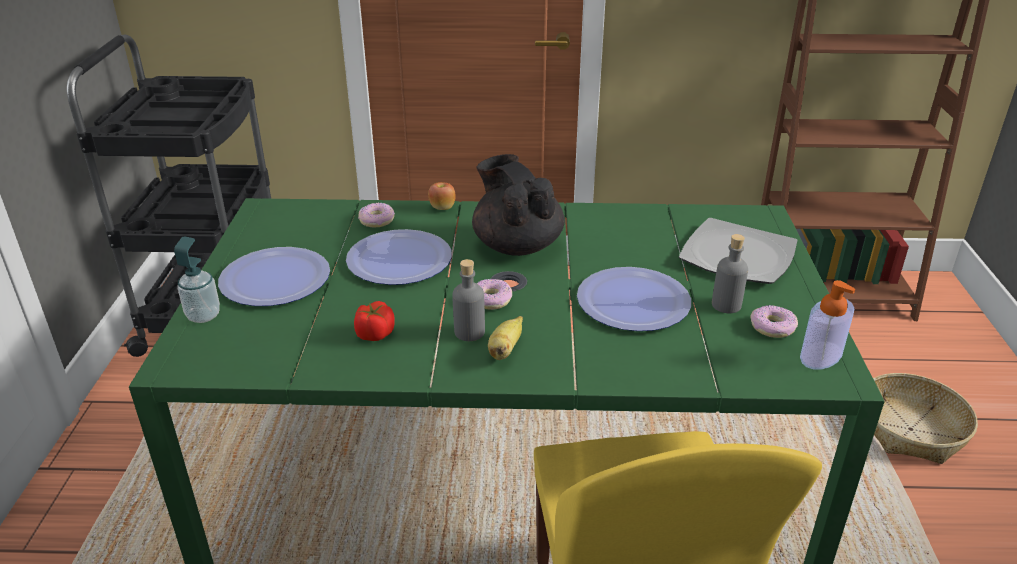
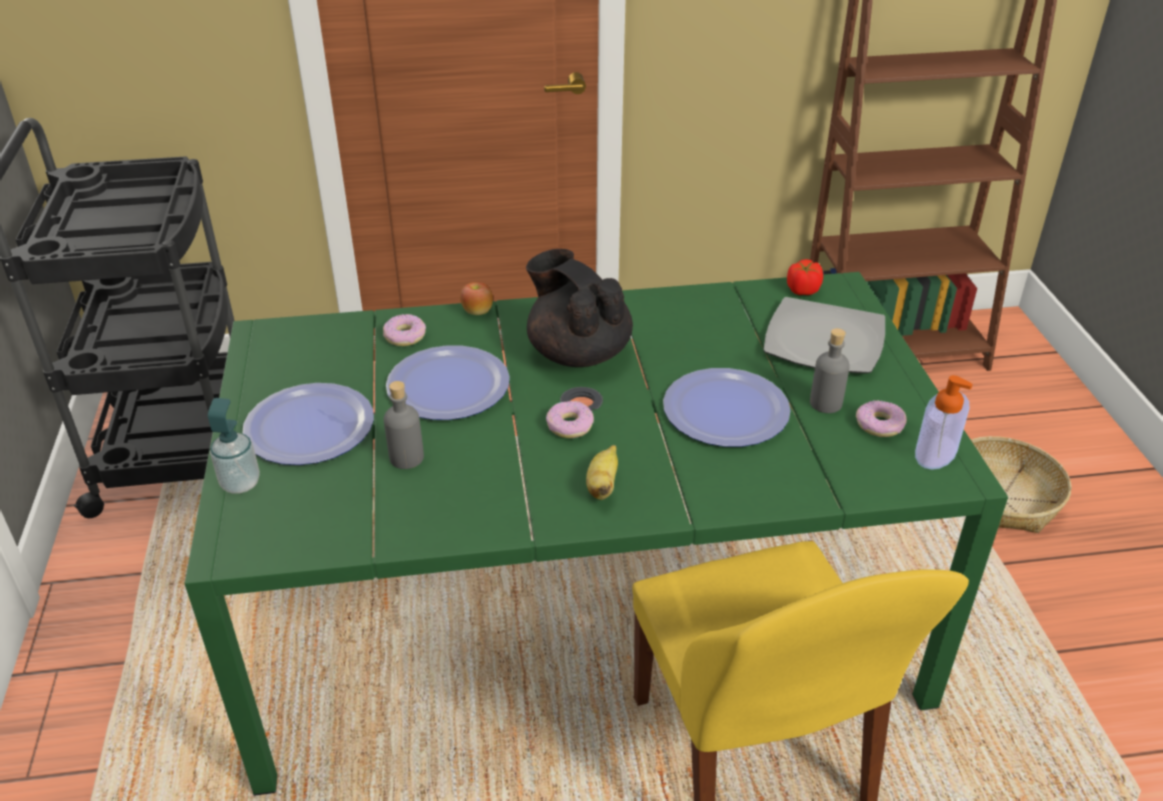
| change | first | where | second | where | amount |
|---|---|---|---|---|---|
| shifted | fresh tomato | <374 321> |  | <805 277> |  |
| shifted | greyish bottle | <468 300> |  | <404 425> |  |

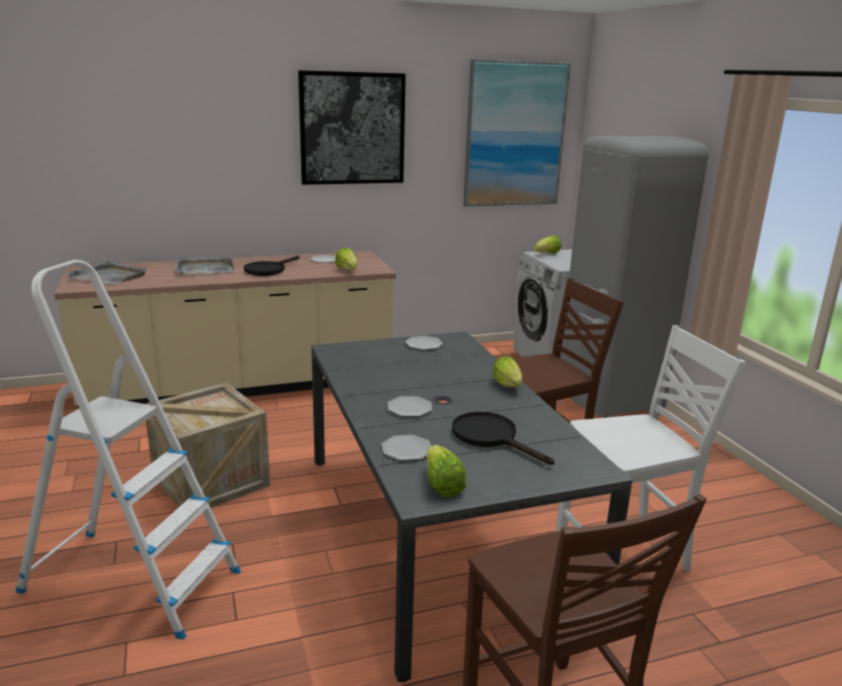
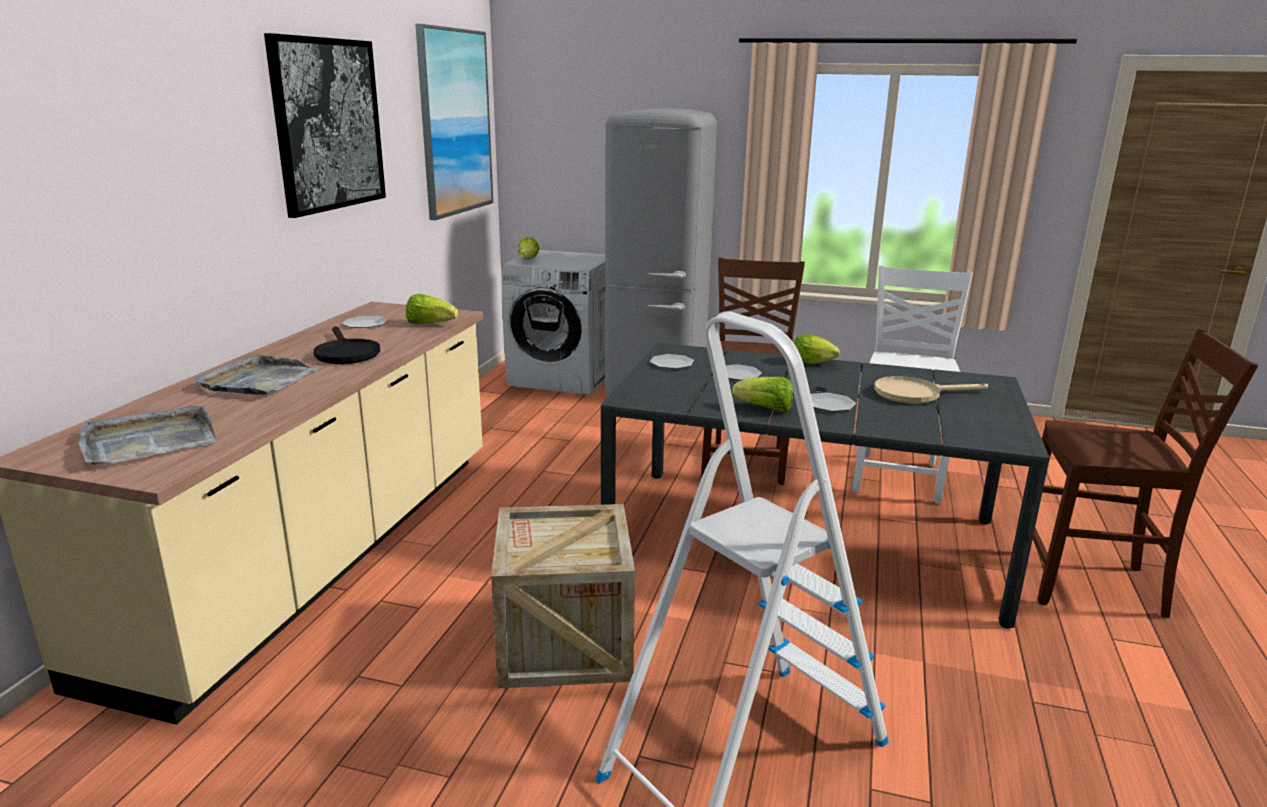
| change | first | where | second | where | amount |
|---|---|---|---|---|---|
| shifted | plate | <406 448> |  | <744 372> |  |
| shifted | head of lettuce | <446 471> |  | <763 394> |  |
| repainted | black-coloured pan | <503 438> | beige pan | <931 390> |  |

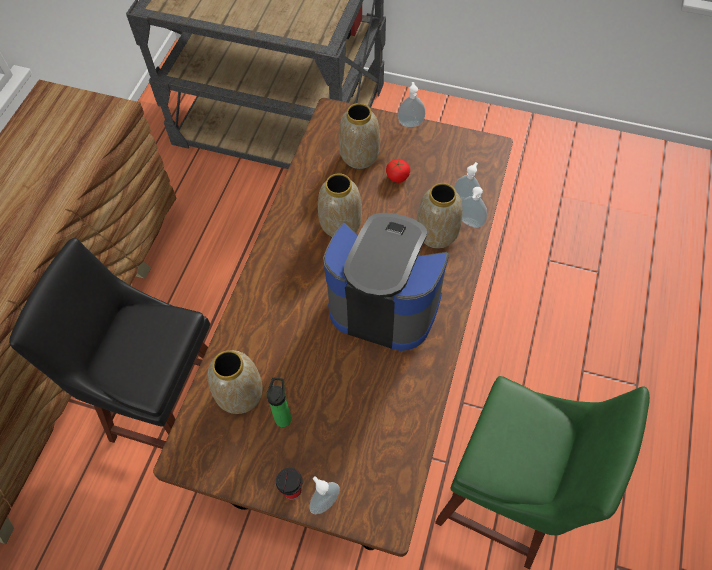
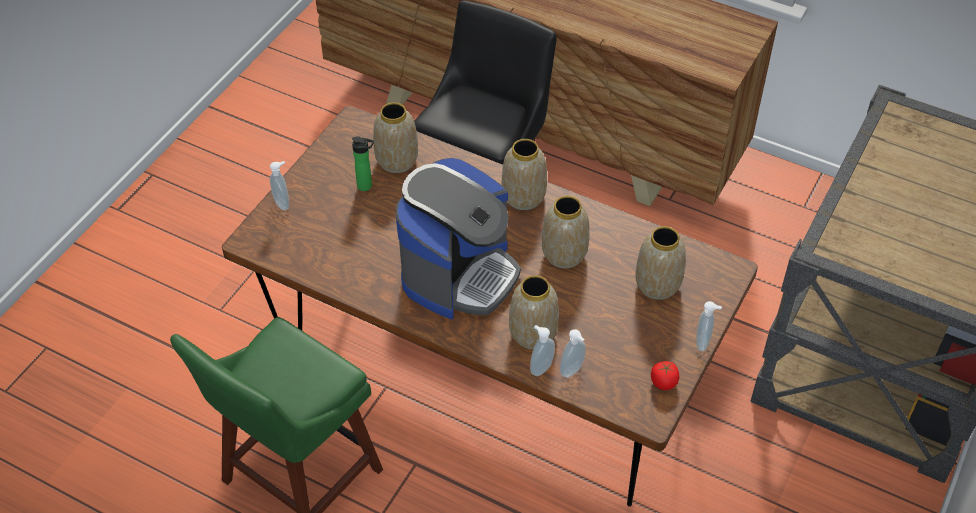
| change | first | where | second | where | amount |
|---|---|---|---|---|---|
| gone | cup | <289 483> |  |  |  |
| new |  |  | vase | <524 174> |  |
| shifted | fresh tomato | <398 171> |  | <665 375> |  |

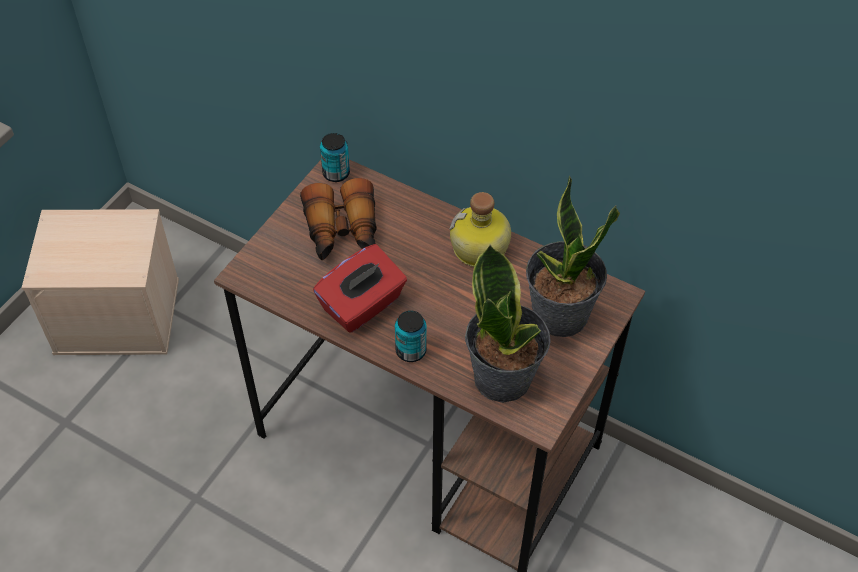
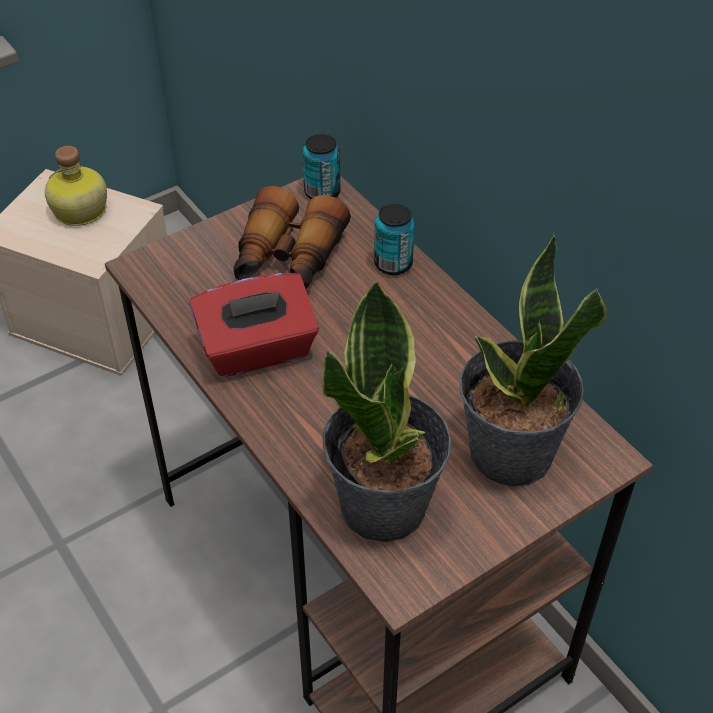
| change | first | where | second | where | amount |
|---|---|---|---|---|---|
| shifted | metal can | <410 336> |  | <394 239> |  |
| shifted | bottle | <480 229> |  | <76 186> |  |

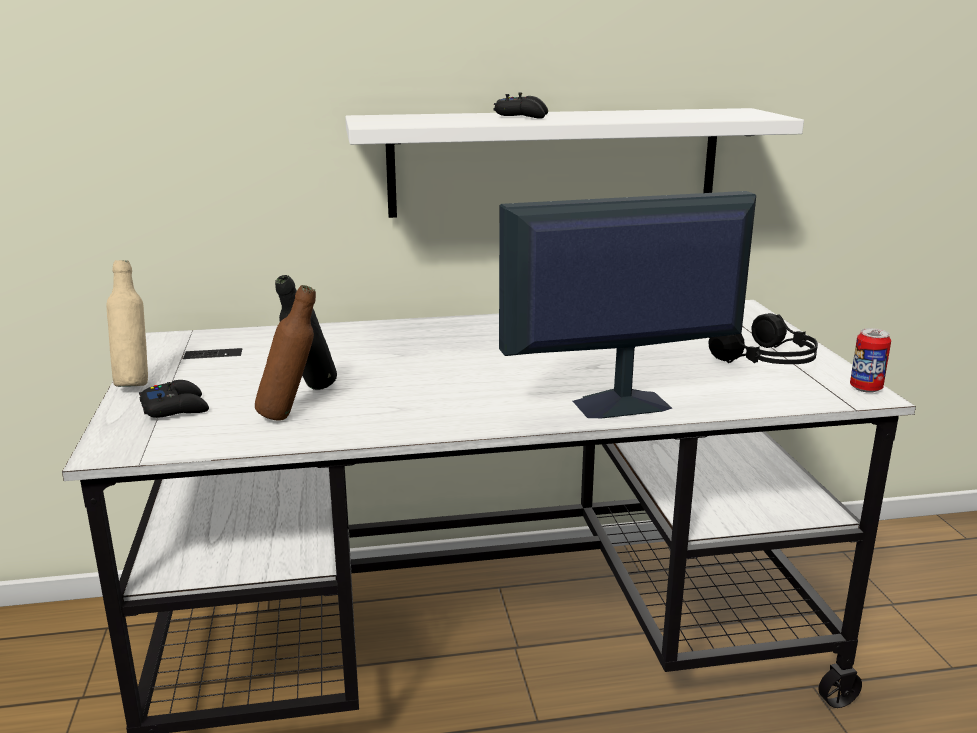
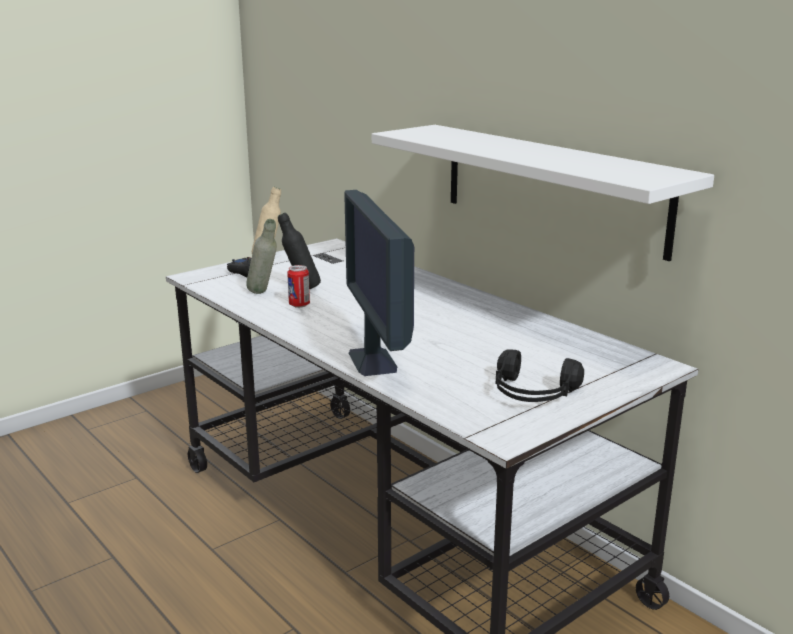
| change | first | where | second | where | amount |
|---|---|---|---|---|---|
| gone | black-coloured game controller | <521 105> |  |  |  |
| shifted | metal can | <870 360> |  | <298 286> |  |
| repainted | brown-coloured bottle | <285 353> | greyish bottle | <261 256> |  |
| rotated | monitor | <627 304> |  | <379 283> | 150 degrees counterclockwise |

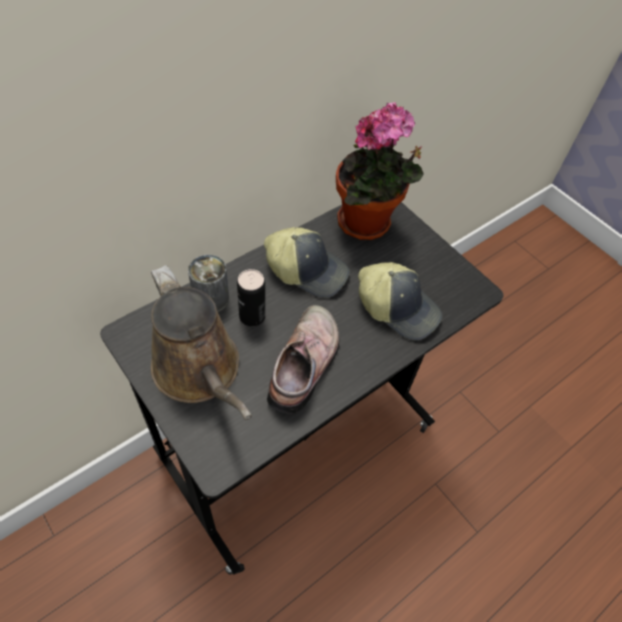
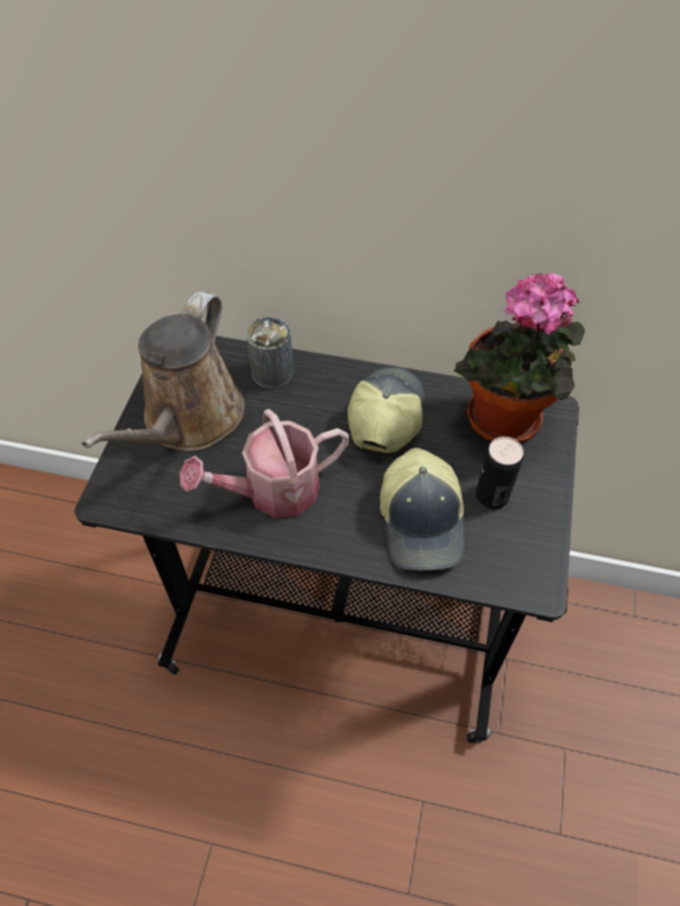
| change | first | where | second | where | amount |
|---|---|---|---|---|---|
| shifted | metal can | <251 297> |  | <499 473> |  |
| swapped | low shoe | <303 359> | sprinkling can | <264 463> |  |
| rotated | cap | <307 262> |  | <386 410> | 150 degrees counterclockwise |

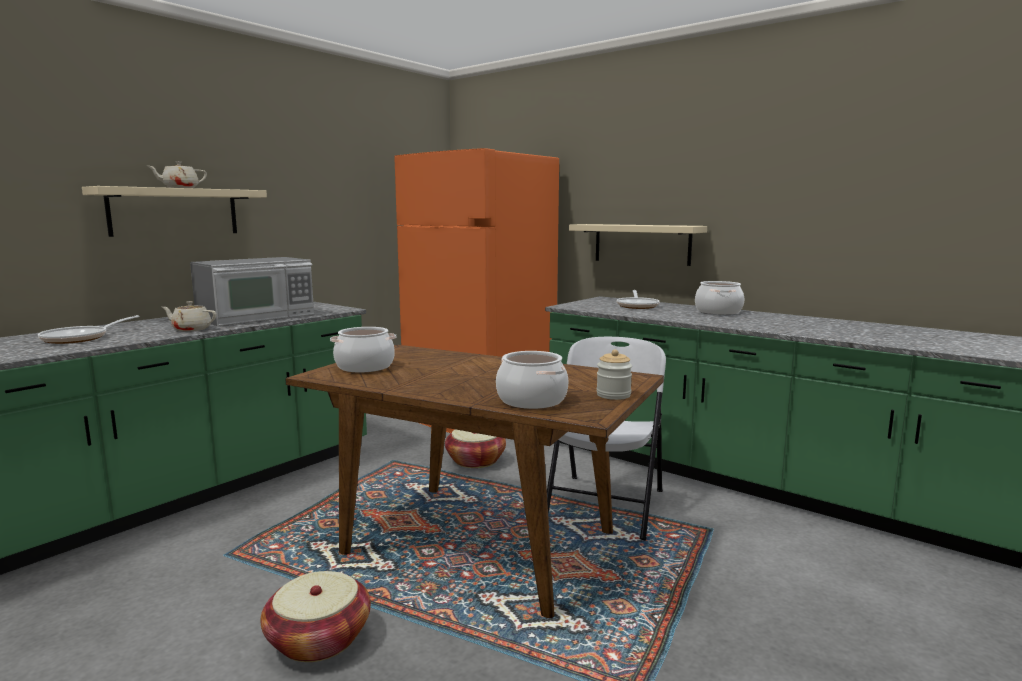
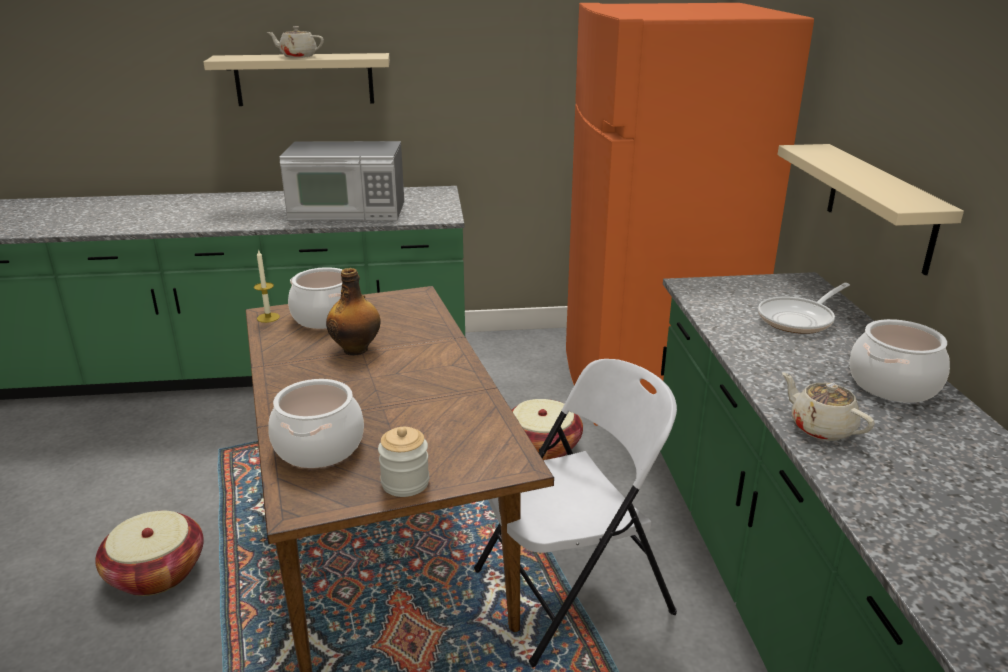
| change | first | where | second | where | amount |
|---|---|---|---|---|---|
| gone | pan | <89 329> |  |  |  |
| new |  |  | wax light | <267 286> |  |
| new |  |  | bottle | <353 311> |  |
| shifted | beige teapot | <189 316> |  | <828 406> |  |

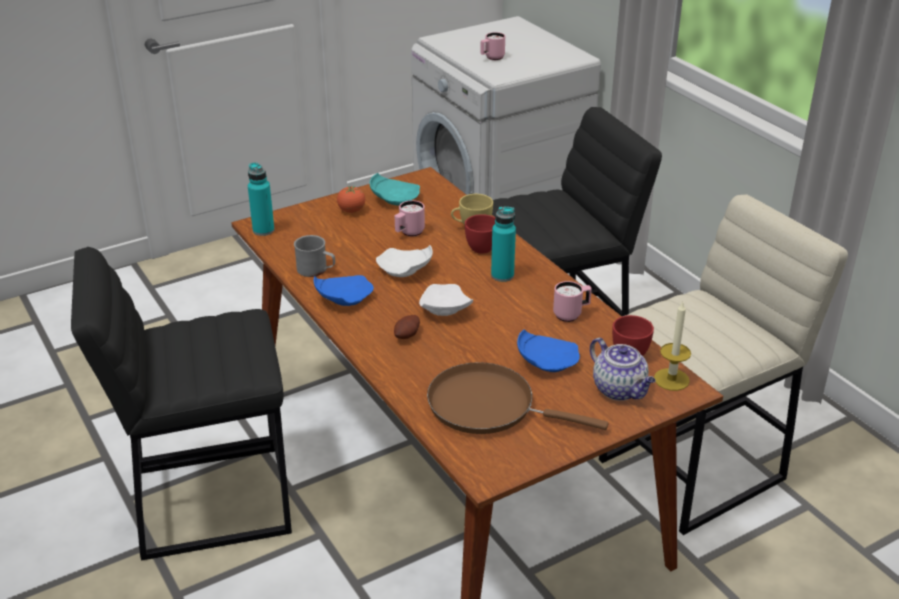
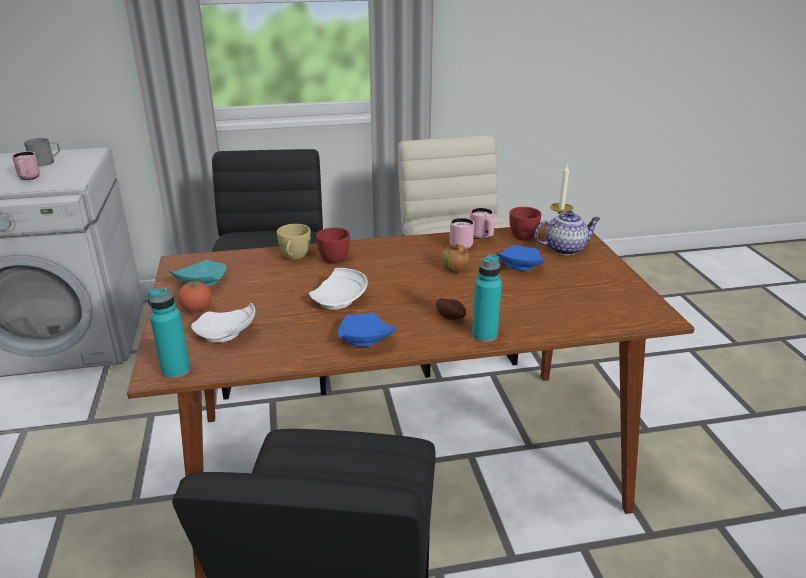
| change | first | where | second | where | amount |
|---|---|---|---|---|---|
| gone | brown-coloured pan | <517 398> |  |  |  |
| new |  |  | apple fruit | <455 258> |  |
| shifted | greyish tea mug | <314 256> |  | <42 152> |  |
| shifted | pink tea mug | <410 218> |  | <482 224> |  |
| shifted | white-coloured plate | <446 300> |  | <223 322> |  |
| shifted | turquoise-coloured bottle | <503 244> |  | <487 298> |  |

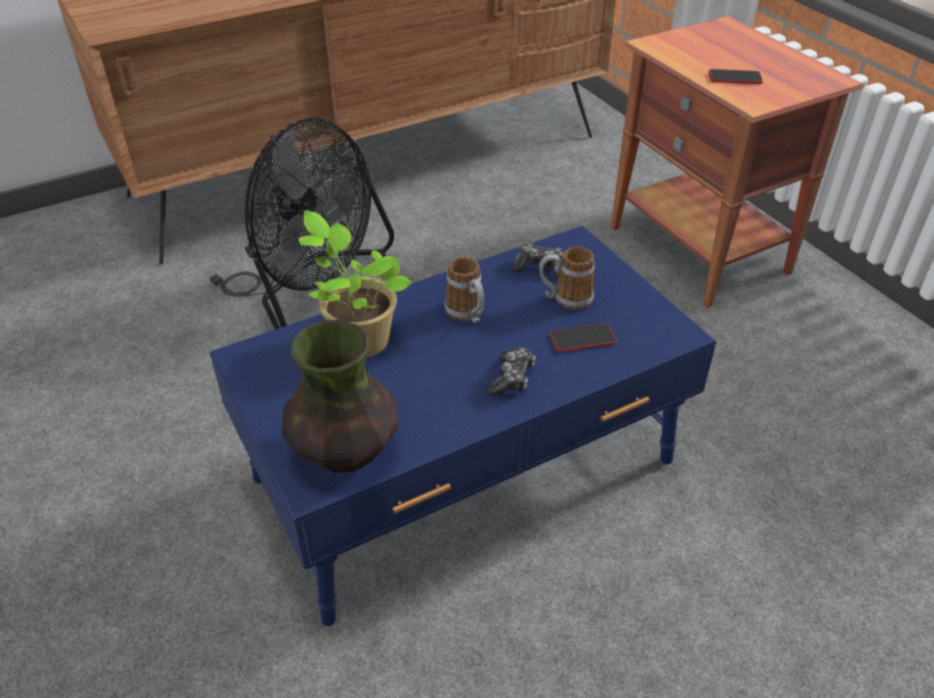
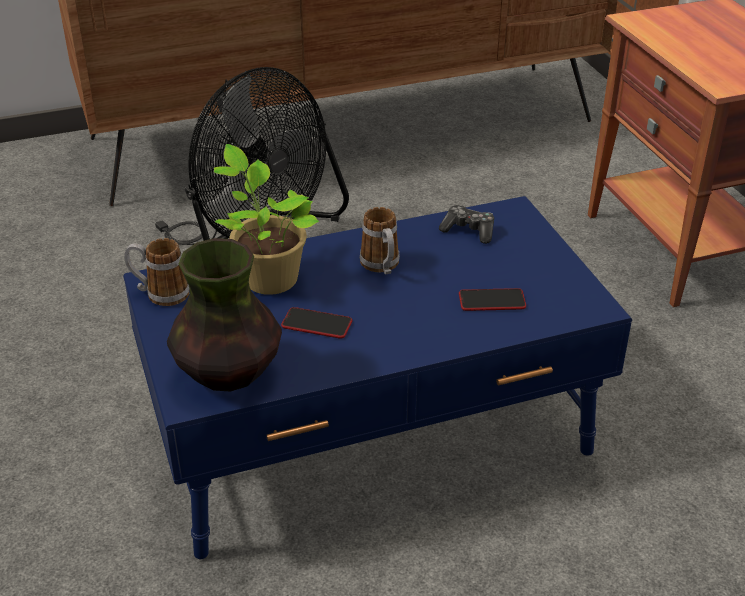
| change | first | where | second | where | amount |
|---|---|---|---|---|---|
| gone | game controller | <511 371> |  |  |  |
| shifted | tea mug | <567 278> |  | <157 272> |  |
| shifted | telephone | <736 76> |  | <316 323> |  |

